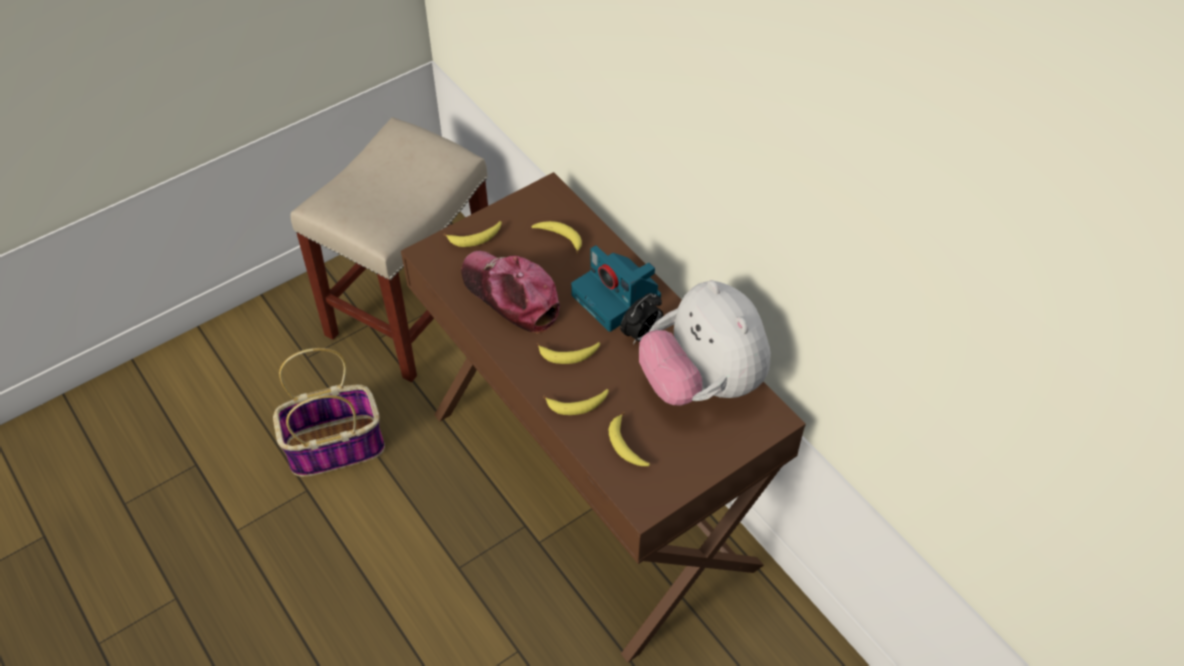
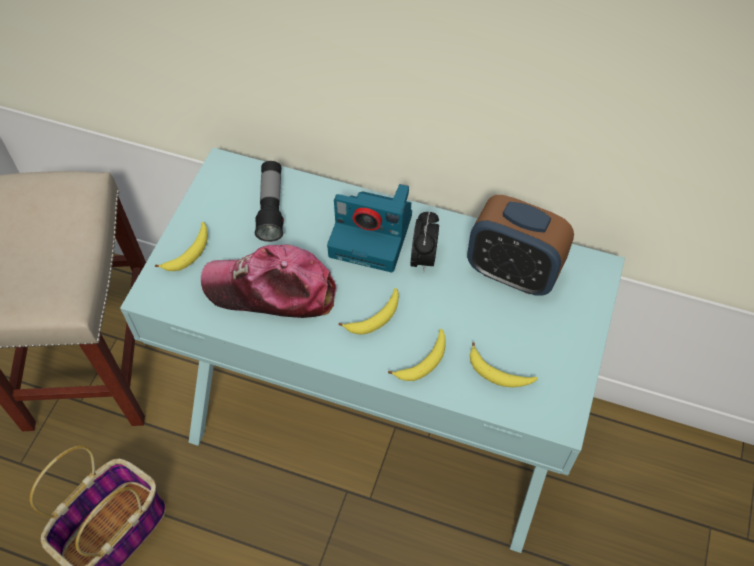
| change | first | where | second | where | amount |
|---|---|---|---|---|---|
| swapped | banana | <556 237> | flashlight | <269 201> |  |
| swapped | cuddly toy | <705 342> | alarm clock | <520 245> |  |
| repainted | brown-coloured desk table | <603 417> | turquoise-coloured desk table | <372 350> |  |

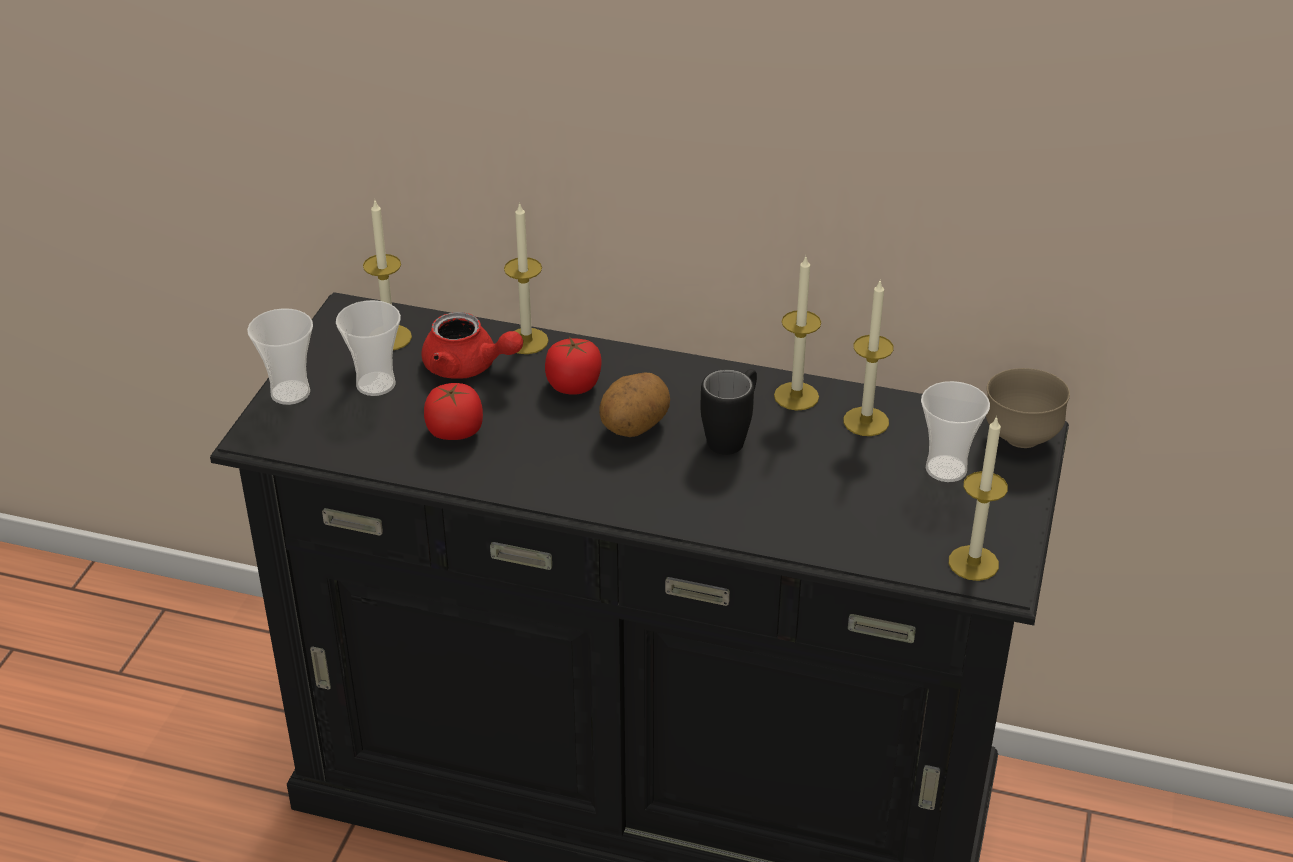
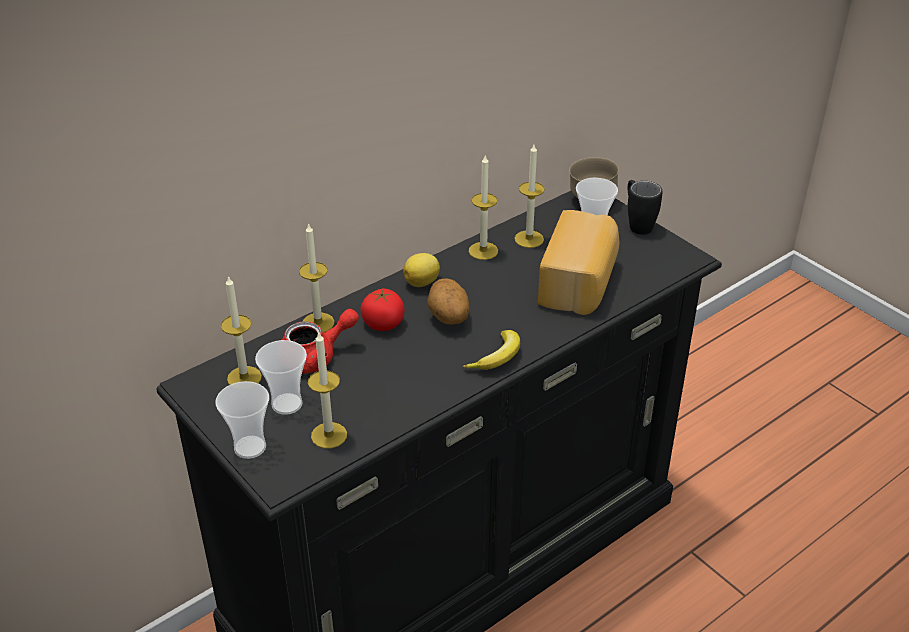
| change | first | where | second | where | amount |
|---|---|---|---|---|---|
| gone | fresh tomato | <453 411> |  |  |  |
| new |  |  | lemon | <421 270> |  |
| new |  |  | banana | <491 350> |  |
| new |  |  | bread | <578 262> |  |
| shifted | black-coloured tea mug | <728 412> |  | <645 207> |  |
| shifted | wax light | <978 498> |  | <327 390> |  |

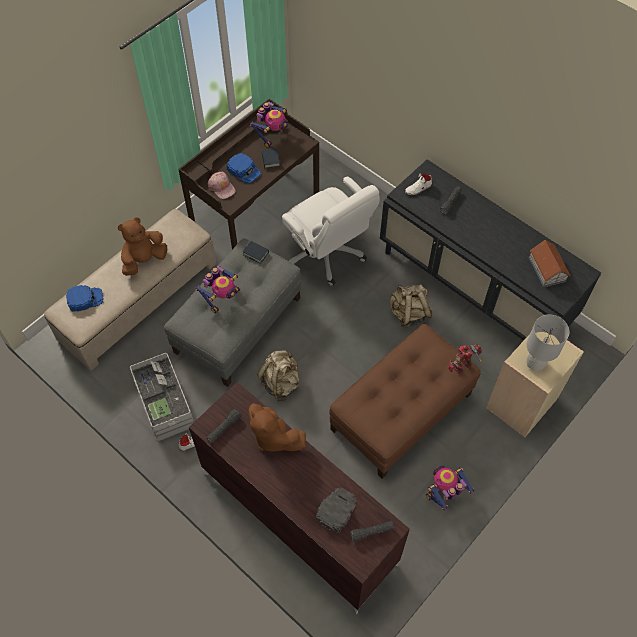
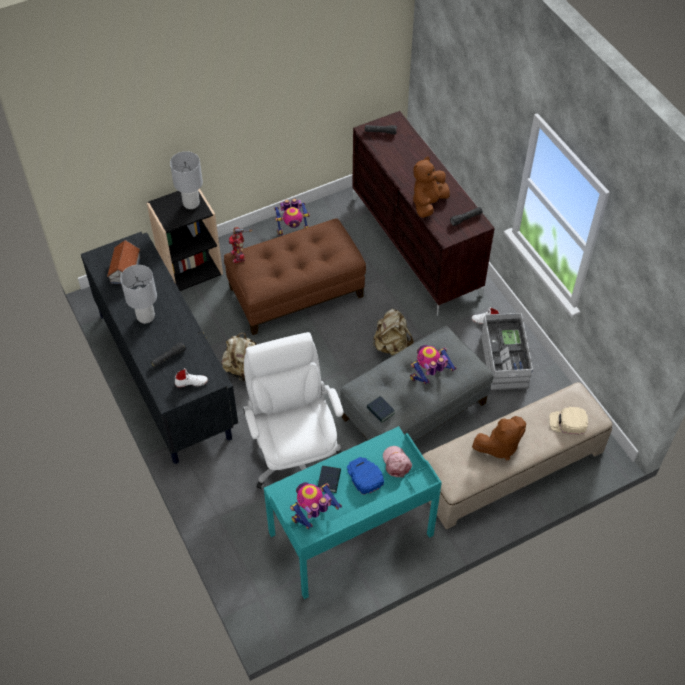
| change | first | where | second | where | amount |
|---|---|---|---|---|---|
| gone | black-coloured cap | <336 510> |  |  |  |
| new |  |  | greyish lamp for a table | <138 294> |  |
| repainted | bluish cap | <85 298> | beige cap | <568 420> |  |
| repainted | brown-coloured desk table | <248 174> | turquoise-coloured desk table | <353 512> |  |
| repainted | beige bookcase | <535 384> | black-coloured bookcase | <184 240> |  |
| rotated | brown-coloured cuddly toy | <277 427> |  | <431 187> | 120 degrees counterclockwise |
| rotated | robot figure | <465 359> |  | <240 245> | 90 degrees clockwise |

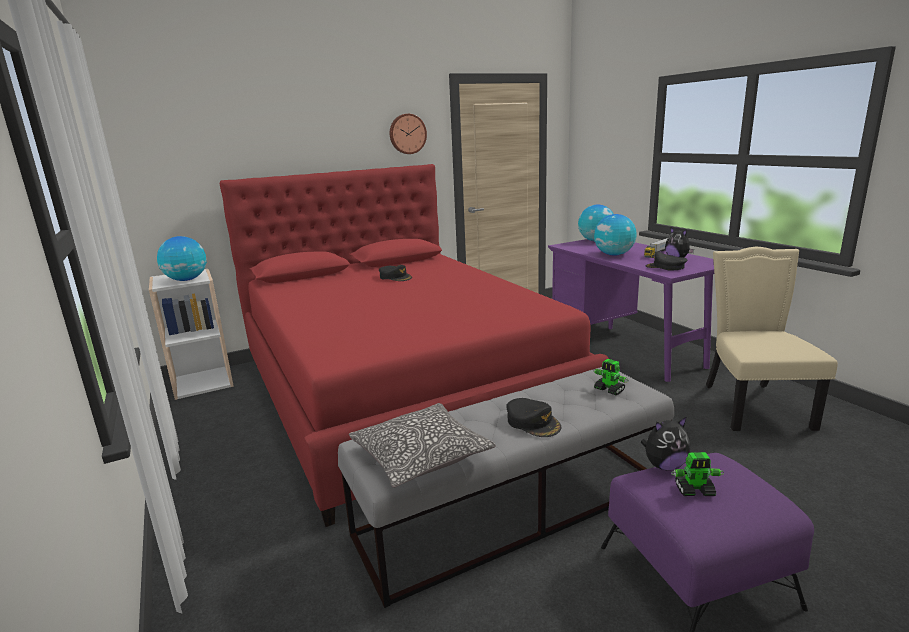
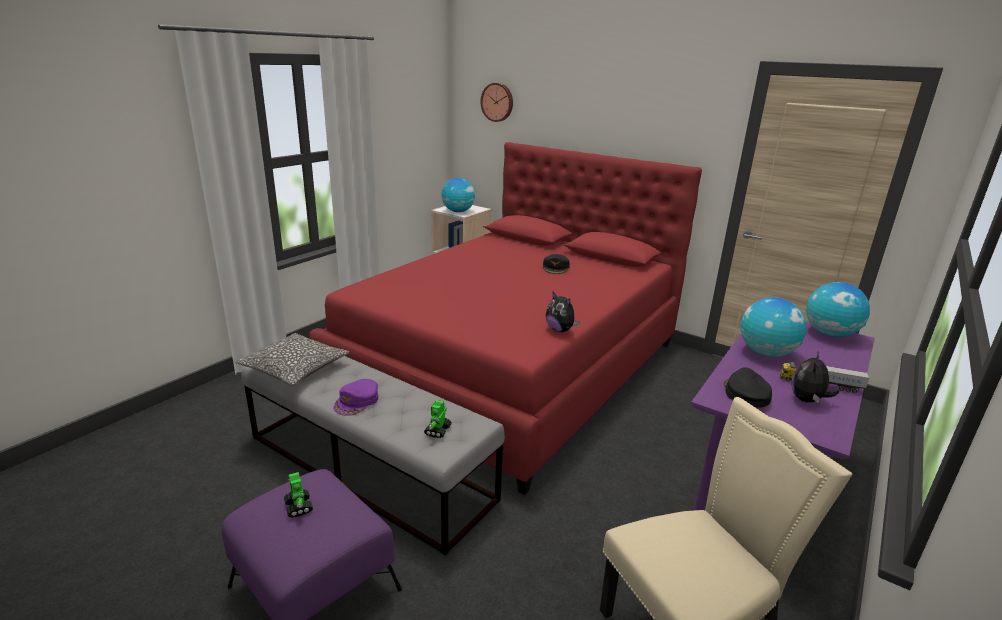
| change | first | where | second | where | amount |
|---|---|---|---|---|---|
| shifted | clock on the wall | <408 134> |  | <496 102> |  |
| shifted | cuddly toy | <665 443> |  | <563 312> |  |
| repainted | black-coloured cap | <533 417> | purple cap | <355 397> |  |

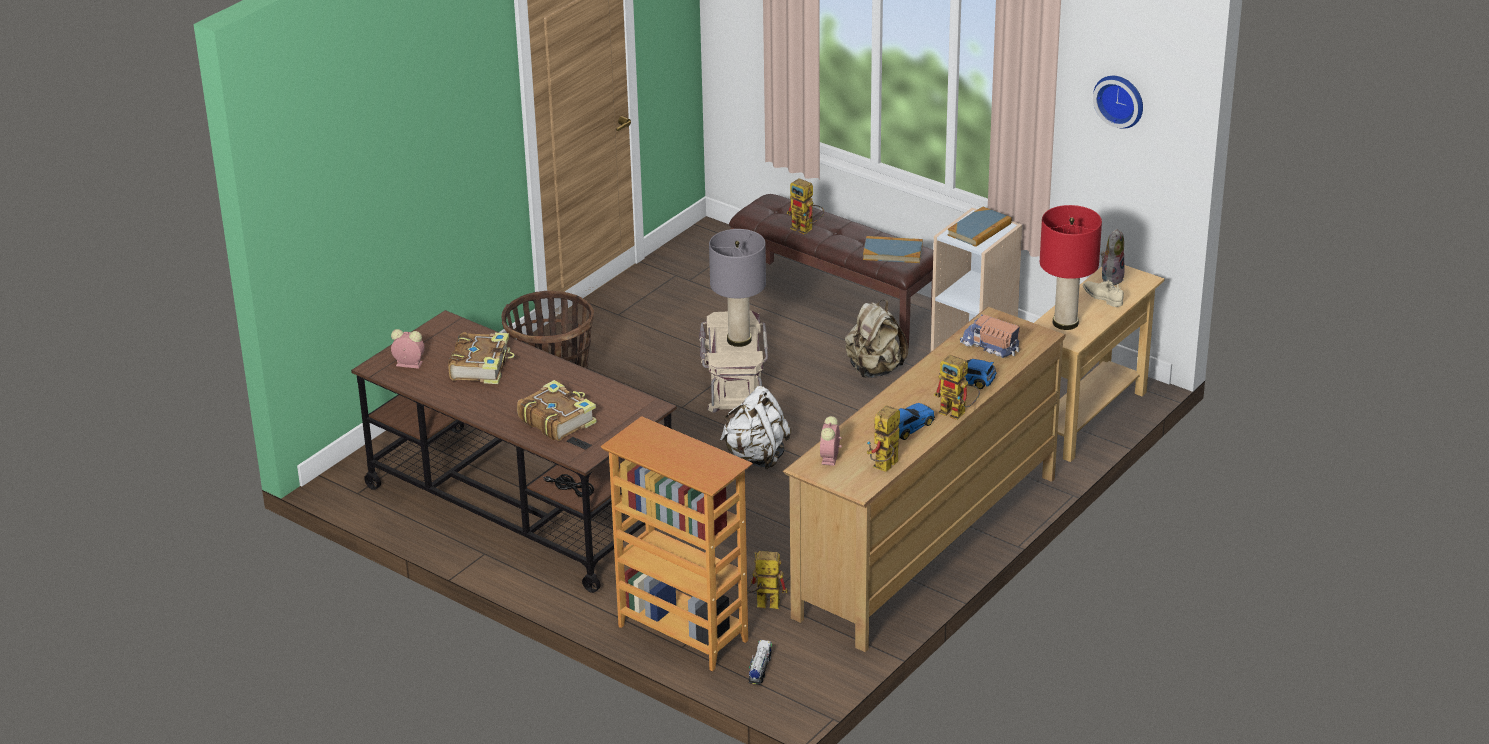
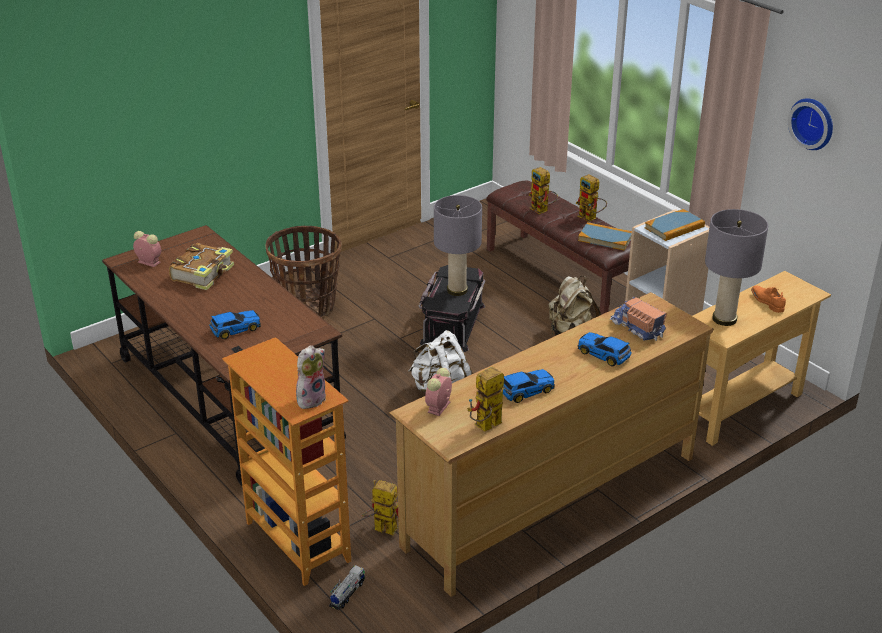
| change | first | where | second | where | amount |
|---|---|---|---|---|---|
| shifted | robot figure | <957 387> |  | <591 198> |  |
| shifted | cuddly toy | <1112 257> |  | <311 377> |  |
| swapped | volume | <557 410> | toy car | <235 324> |  |
| repainted | beige storage bin | <733 362> | black-coloured storage bin | <452 308> |  |
| repainted | reddish lamp for a table | <1071 267> | greyish lamp for a table | <736 267> |  |
| repainted | beige low shoe | <1103 293> | orange low shoe | <768 299> |  |

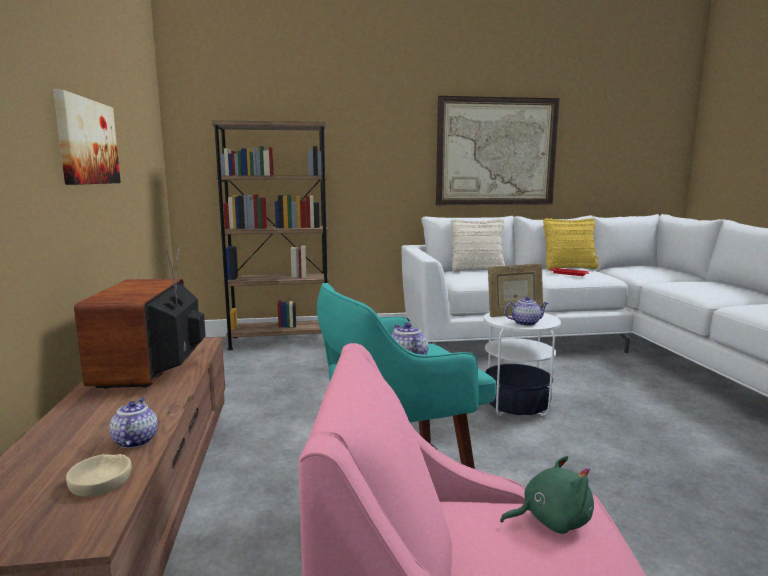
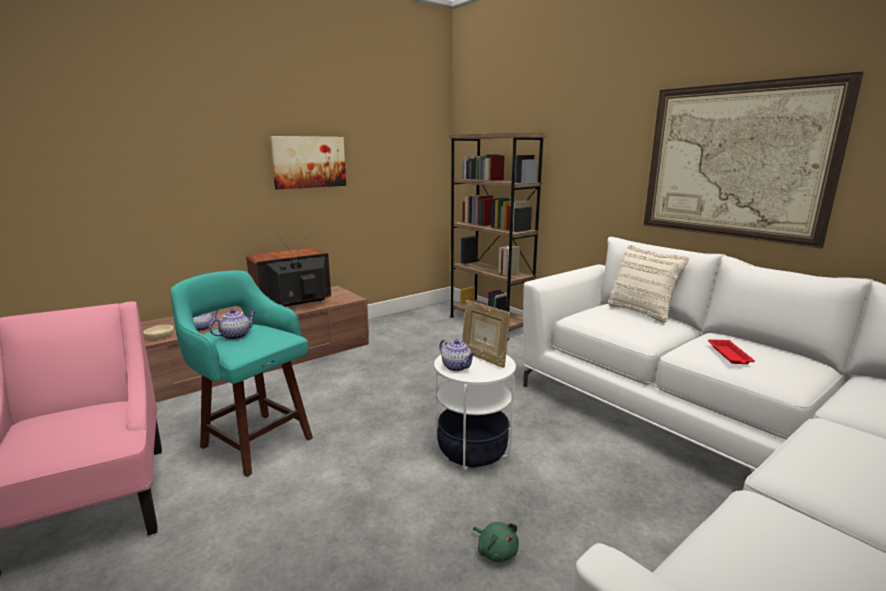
| change | first | where | second | where | amount |
|---|---|---|---|---|---|
| gone | yellowish throw pillow | <571 244> |  |  |  |
| shifted | green cuddly toy | <547 495> |  | <496 542> |  |

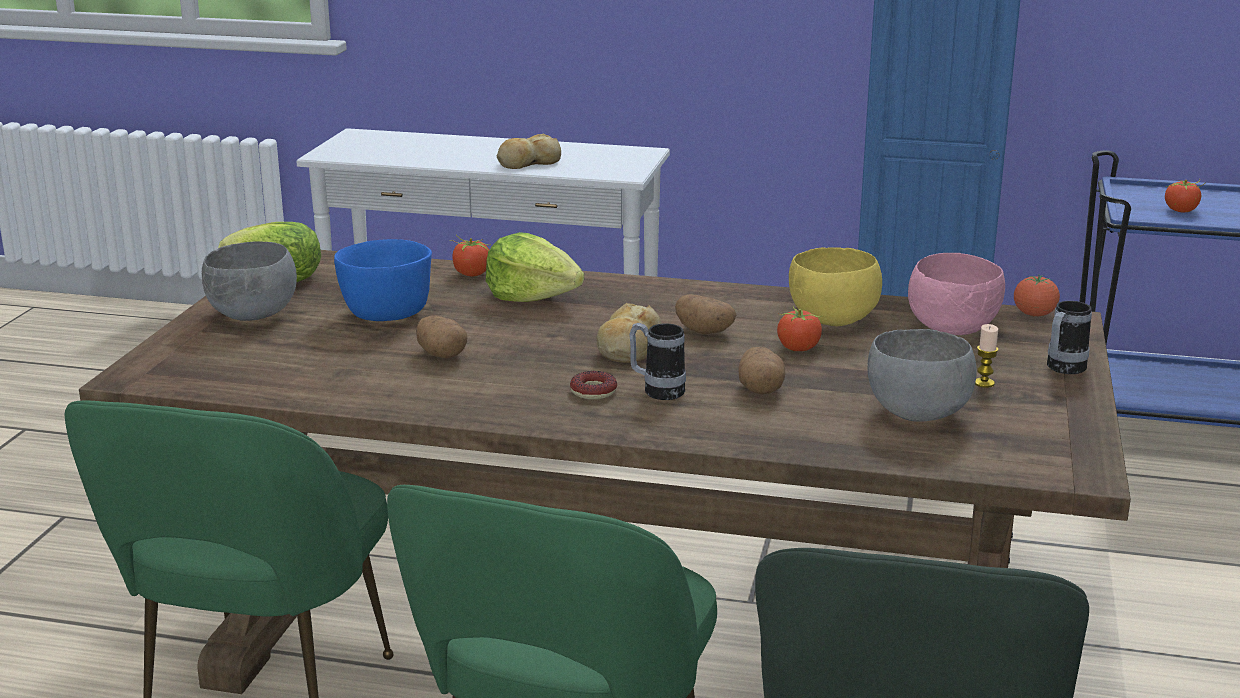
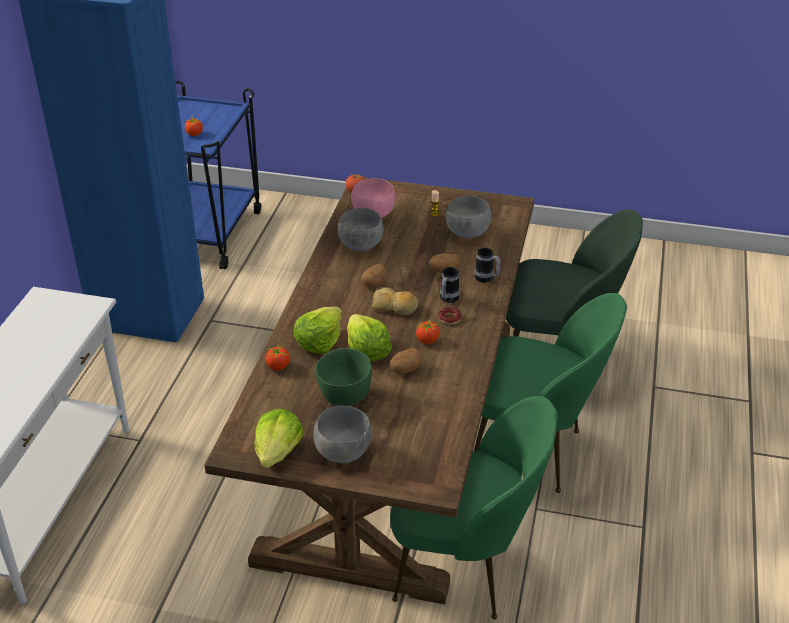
| change | first | where | second | where | amount |
|---|---|---|---|---|---|
| gone | bread | <529 151> |  |  |  |
| new |  |  | head of lettuce | <369 338> |  |
| shifted | fresh tomato | <800 328> |  | <428 331> |  |
| shifted | tea mug | <1069 337> |  | <487 265> |  |
| repainted | bluish deep dish | <383 280> | green deep dish | <344 377> |  |
| repainted | yellowish deep dish | <835 286> | greyish deep dish | <361 229> |  |

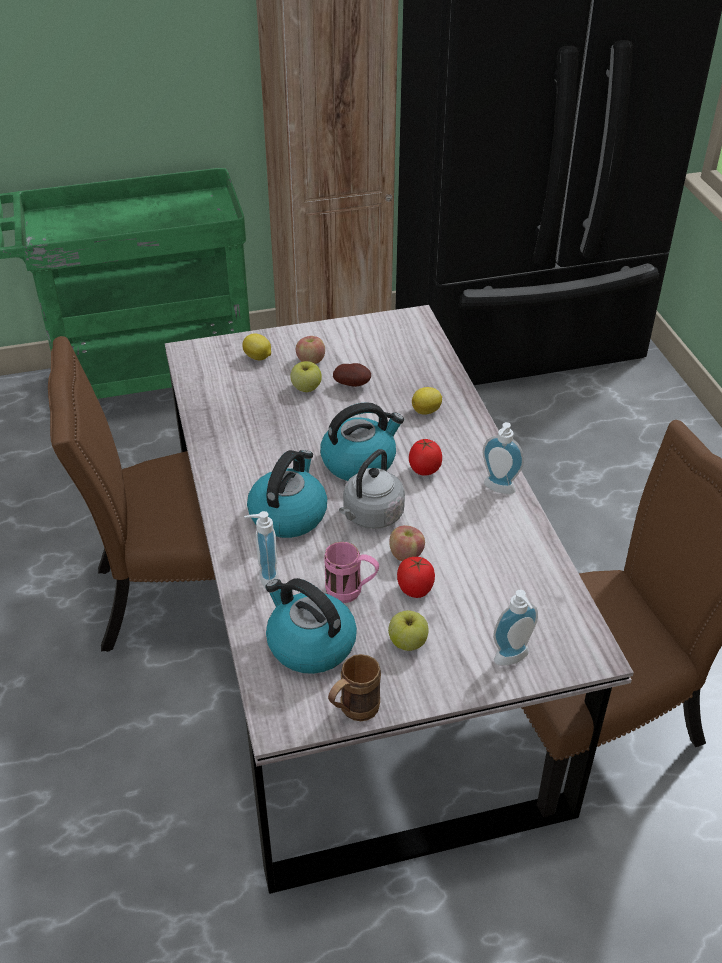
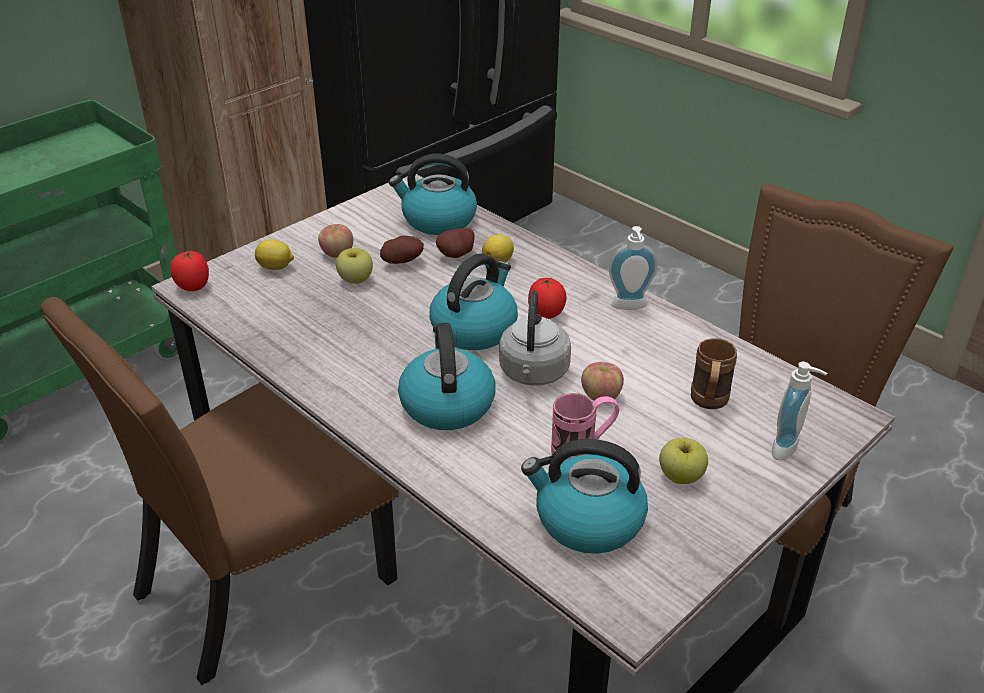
| change | first | where | second | where | amount |
|---|---|---|---|---|---|
| gone | liquid soap bottle | <261 550> |  |  |  |
| new |  |  | water kettle | <433 194> |  |
| new |  |  | potato | <455 243> |  |
| shifted | brown-coloured tea mug | <354 687> |  | <714 373> |  |
| shifted | fresh tomato | <416 577> |  | <189 270> |  |

